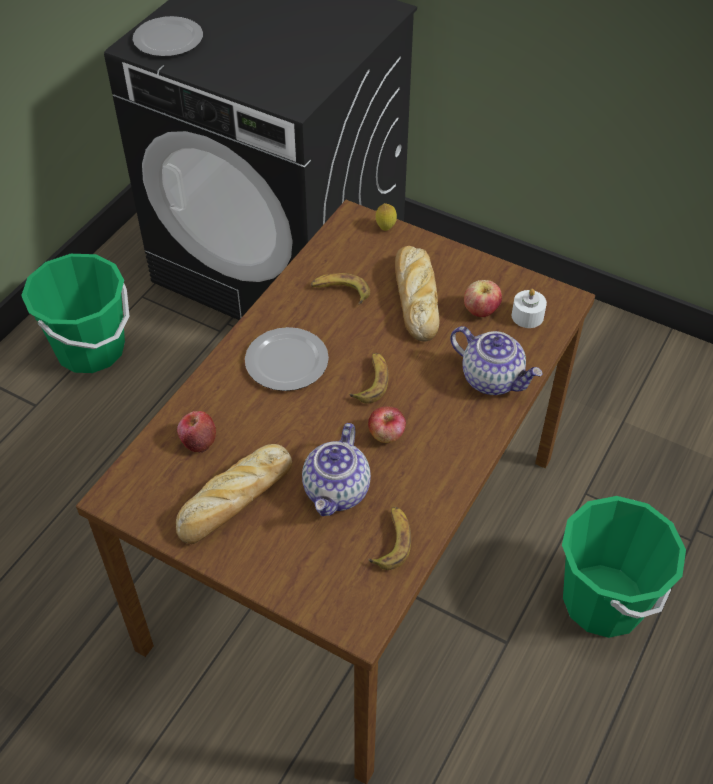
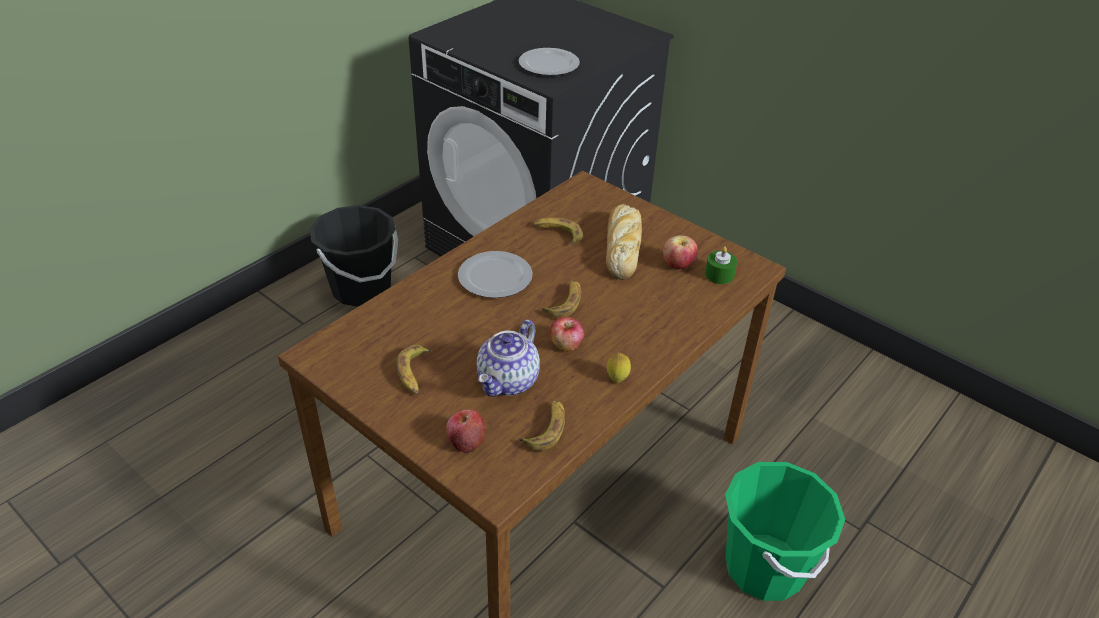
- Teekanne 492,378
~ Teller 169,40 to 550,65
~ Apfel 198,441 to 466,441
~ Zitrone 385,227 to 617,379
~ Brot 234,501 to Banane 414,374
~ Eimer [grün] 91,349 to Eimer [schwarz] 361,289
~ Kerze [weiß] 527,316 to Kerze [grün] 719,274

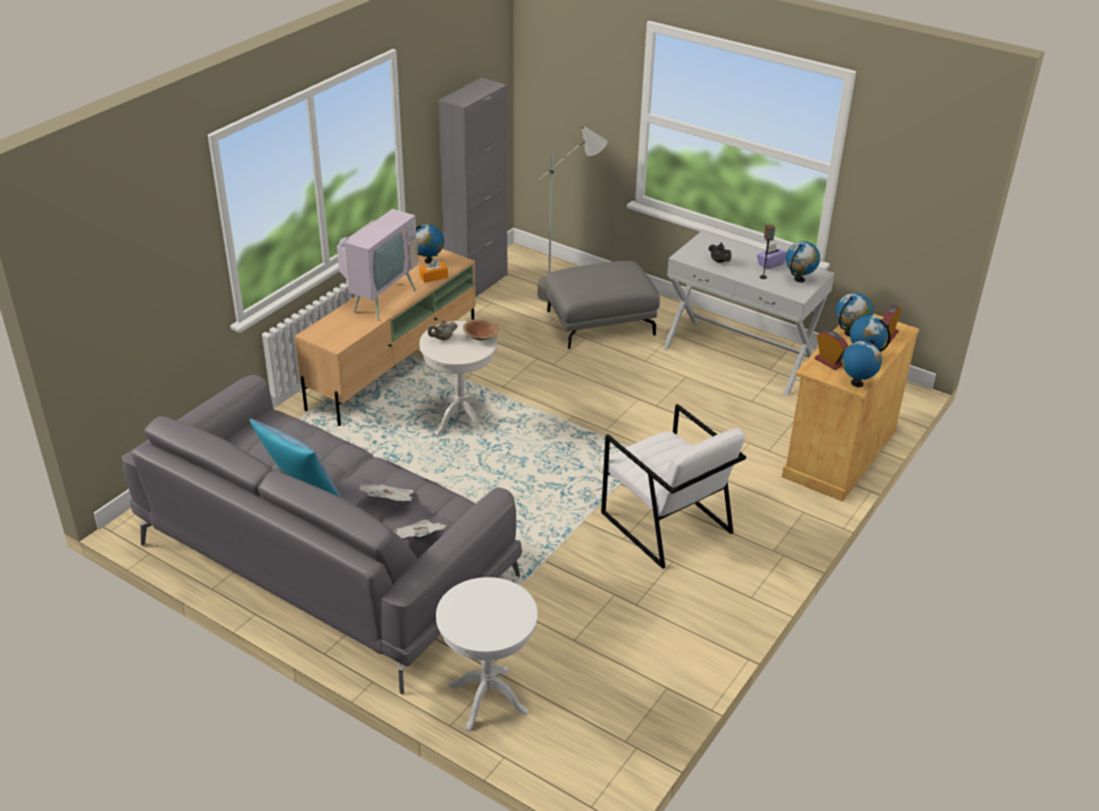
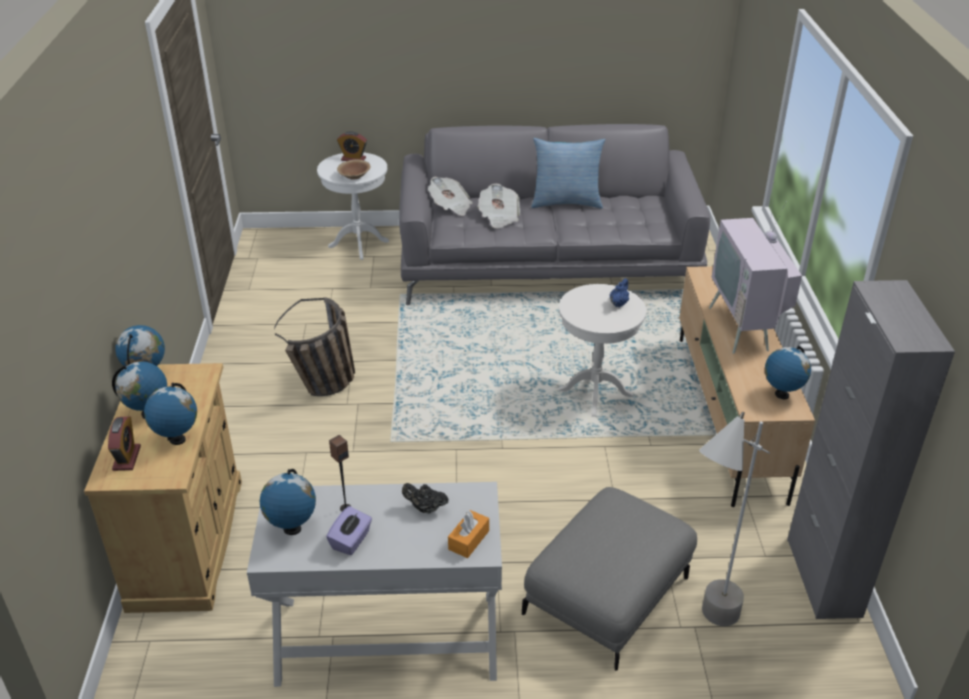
~ Taschentuchbox [orange] 433,277 to 468,540
~ Schüssel [braun] 481,337 to 354,176
~ Wecker 829,362 to 353,159
~ Sessel [weiß] 666,523 to Korb 326,388
~ Teekanne [beige] 443,338 to Teekanne [blau] 618,303

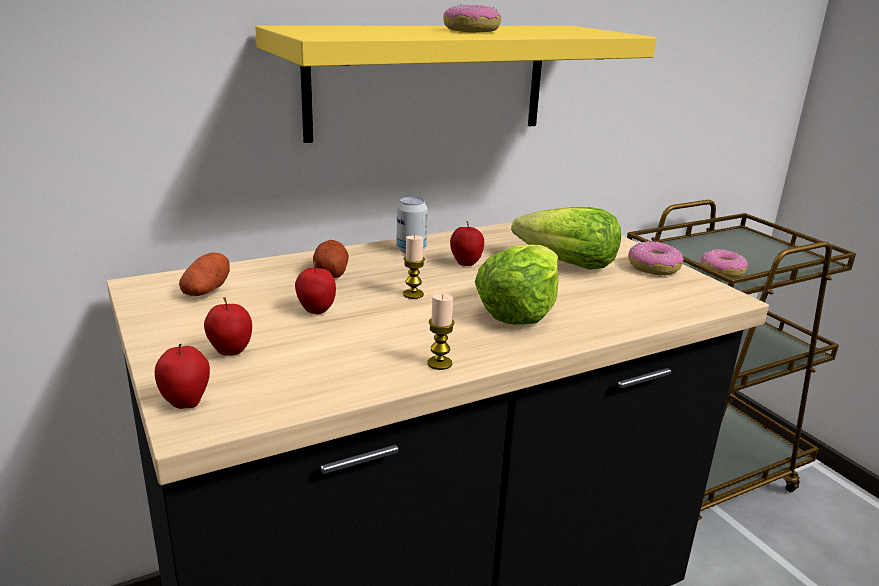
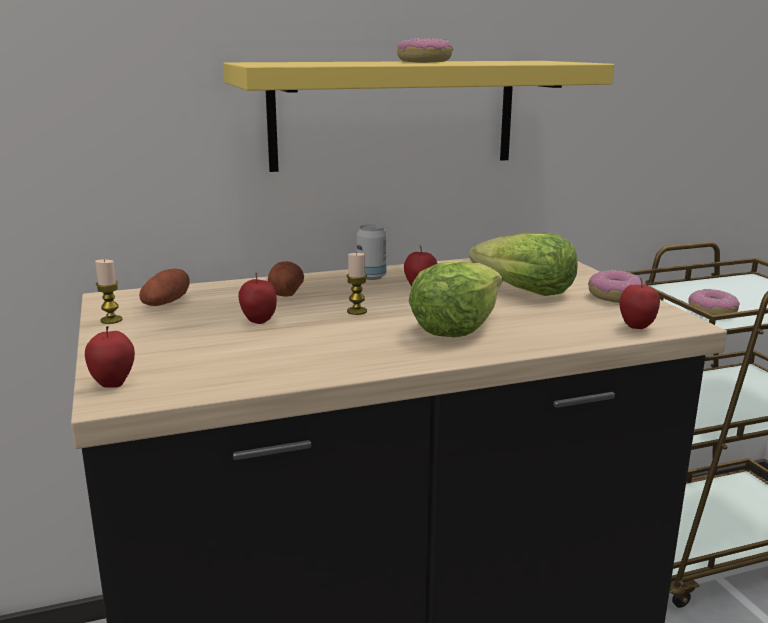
~ Apfel 230,352 to 636,327
~ Kerze 439,363 to 111,320

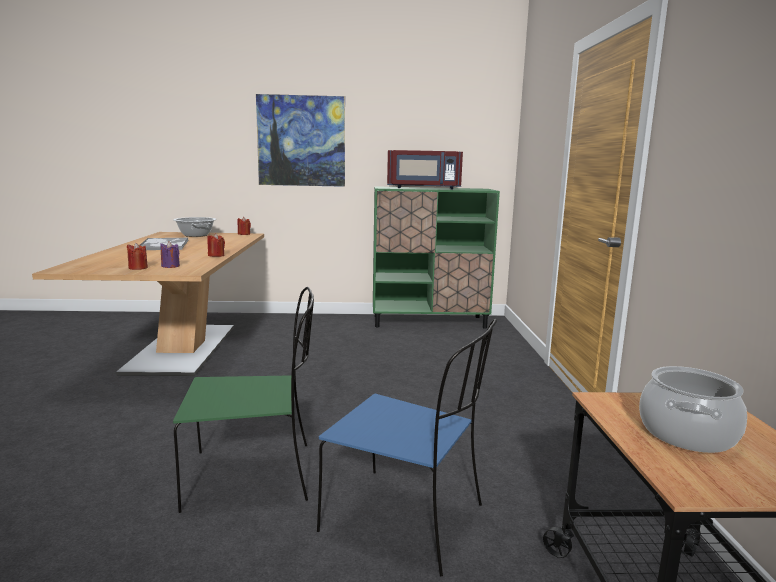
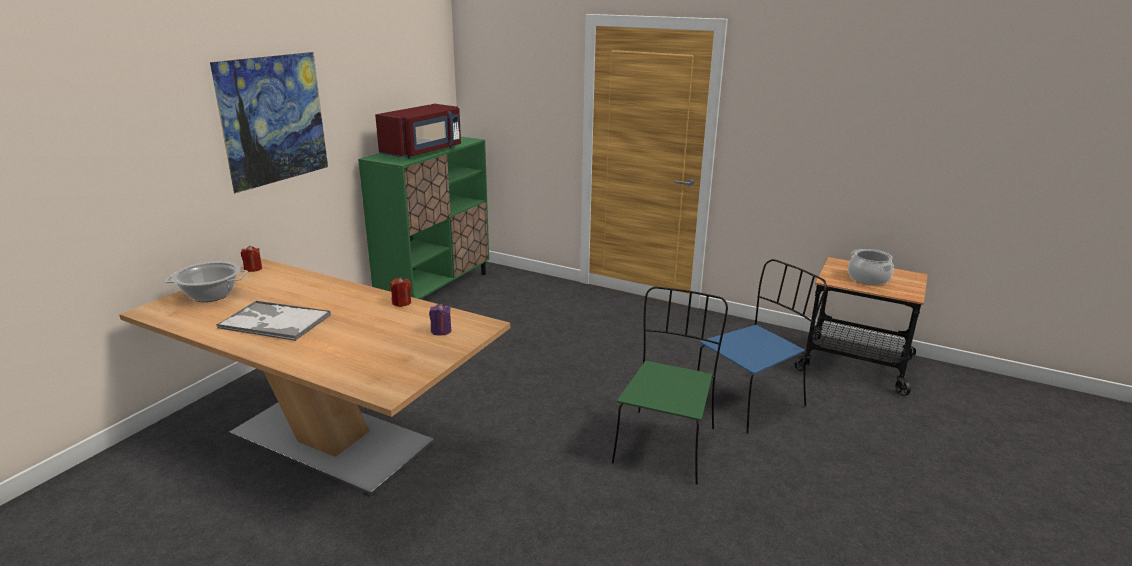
- Kerze [rot] 138,268

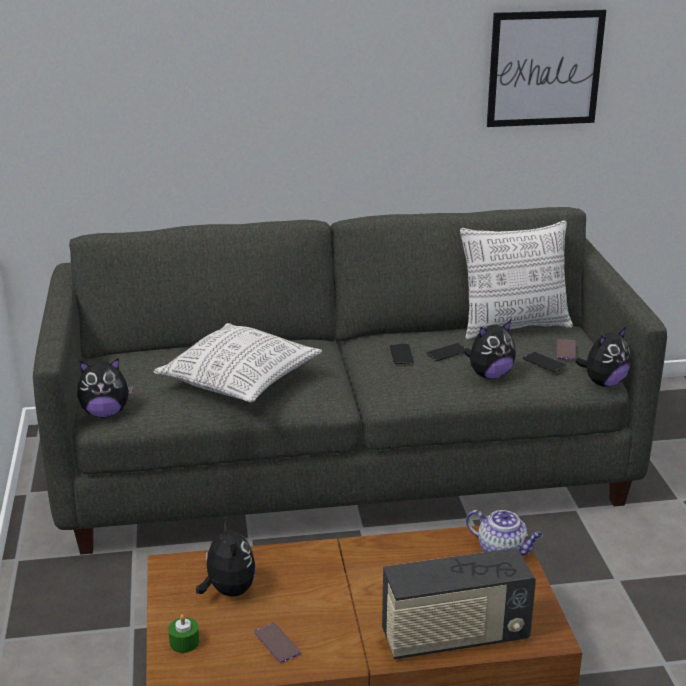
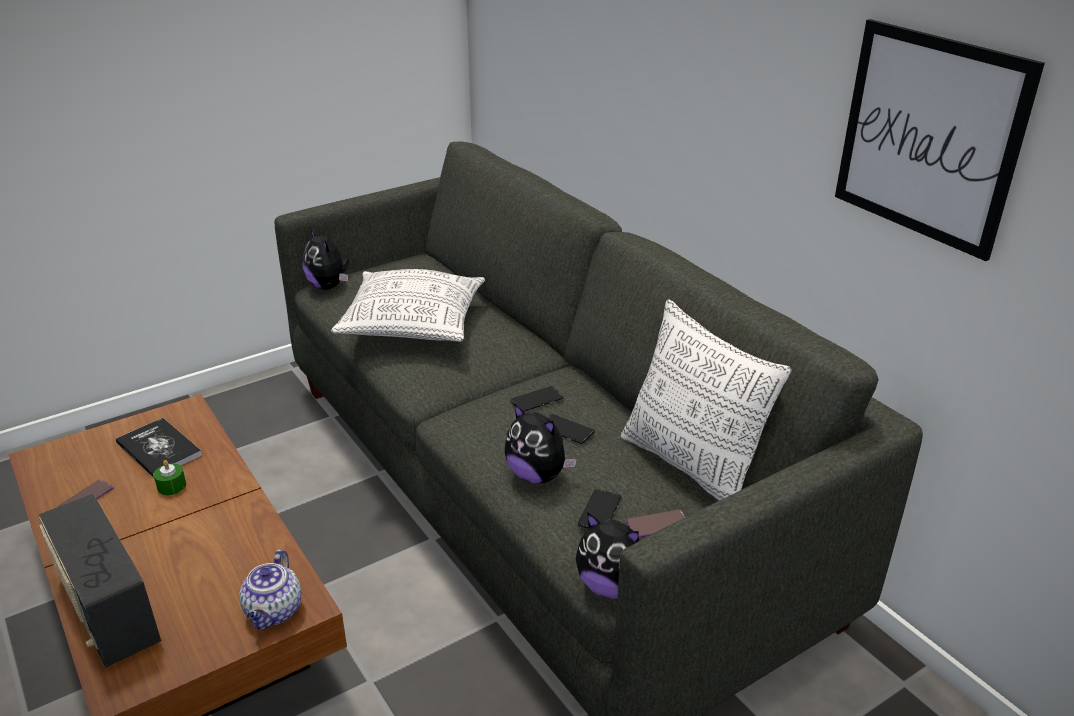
~ Kerze [grün] 184,642 to 171,486
~ Plüschtier 228,590 to Buch 159,449

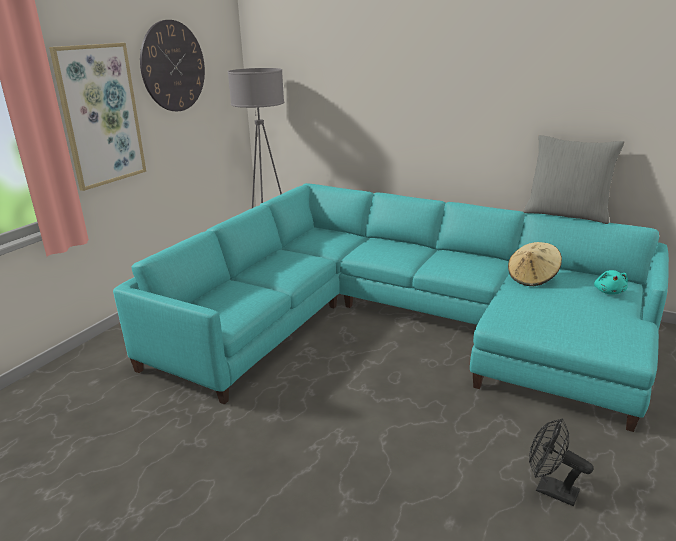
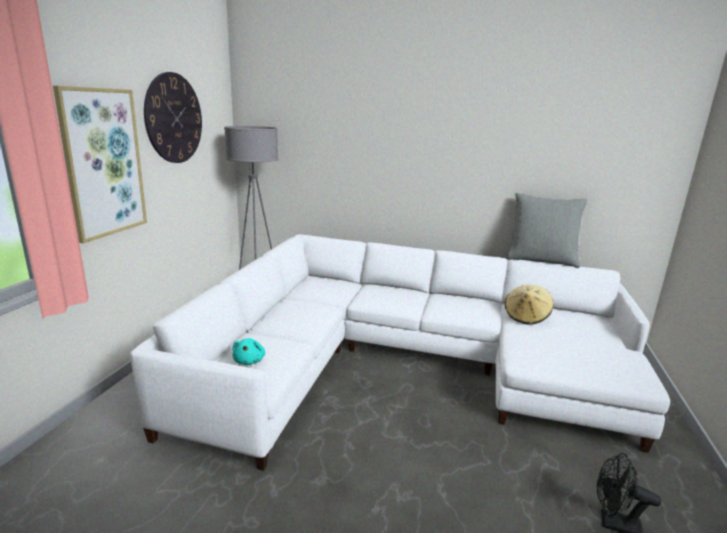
~ Plüschtier [türkis] 609,291 to 249,361
~ Sofa [türkis] 398,322 to Sofa [weiß] 404,363

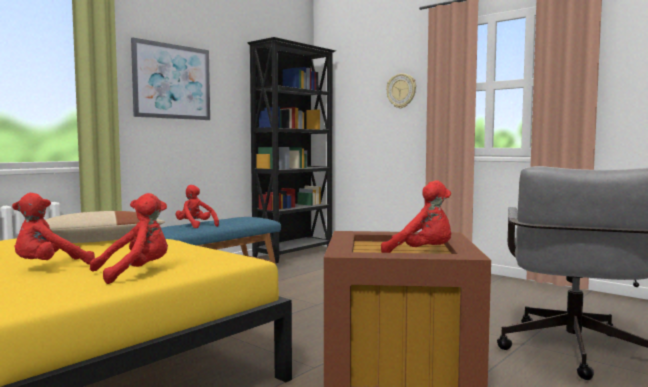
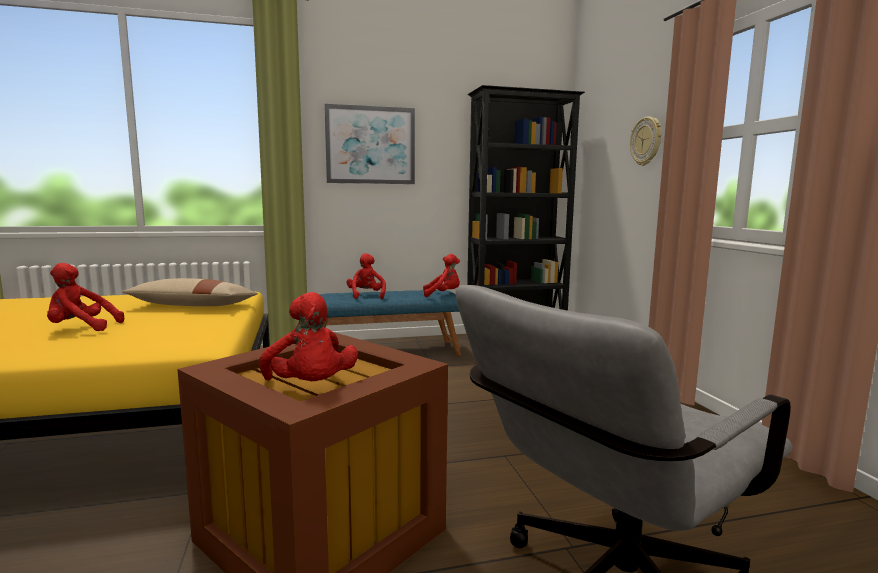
~ Plüschtier [rot] 136,273 to 443,294

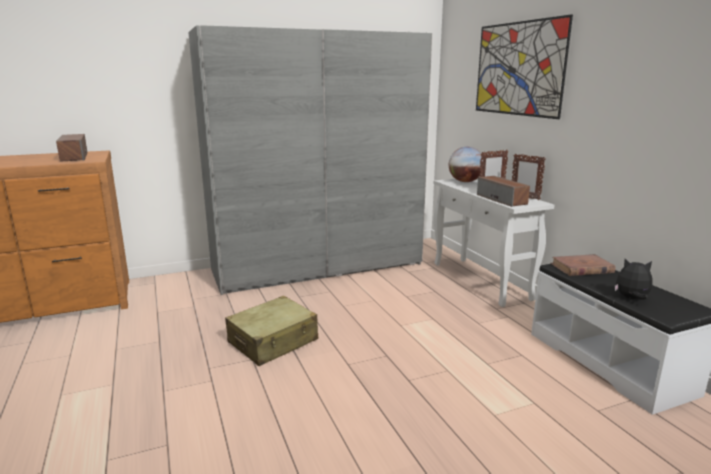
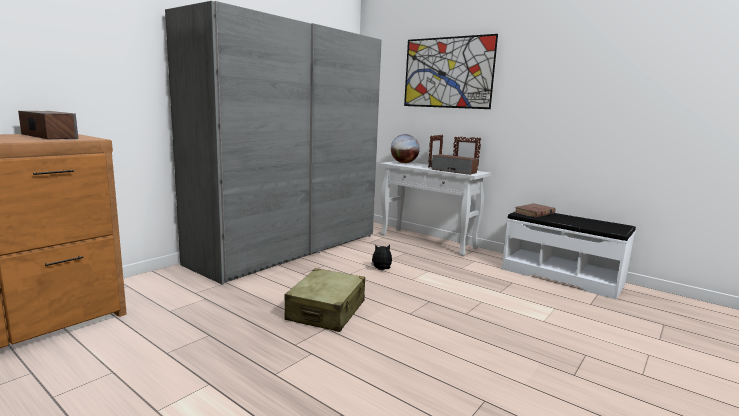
~ Plüschtier 631,299 to 381,269

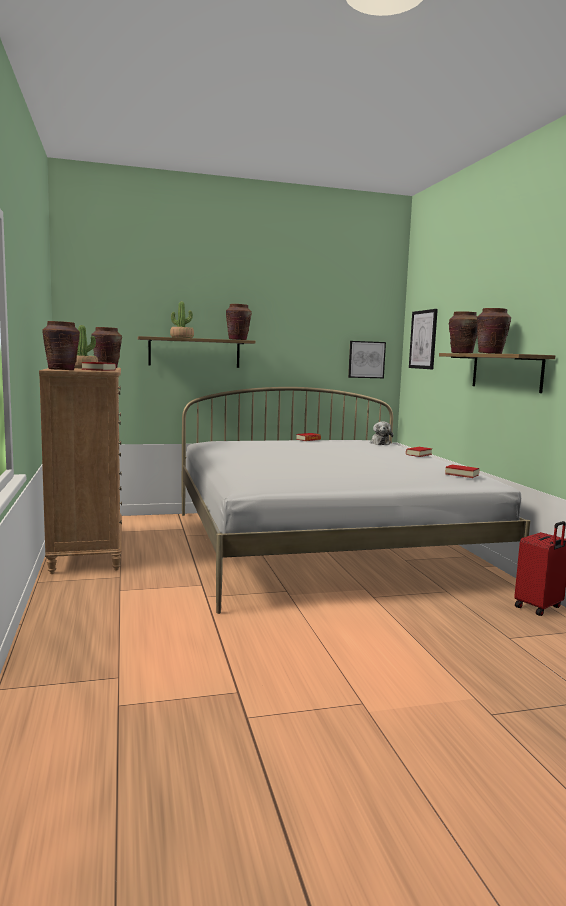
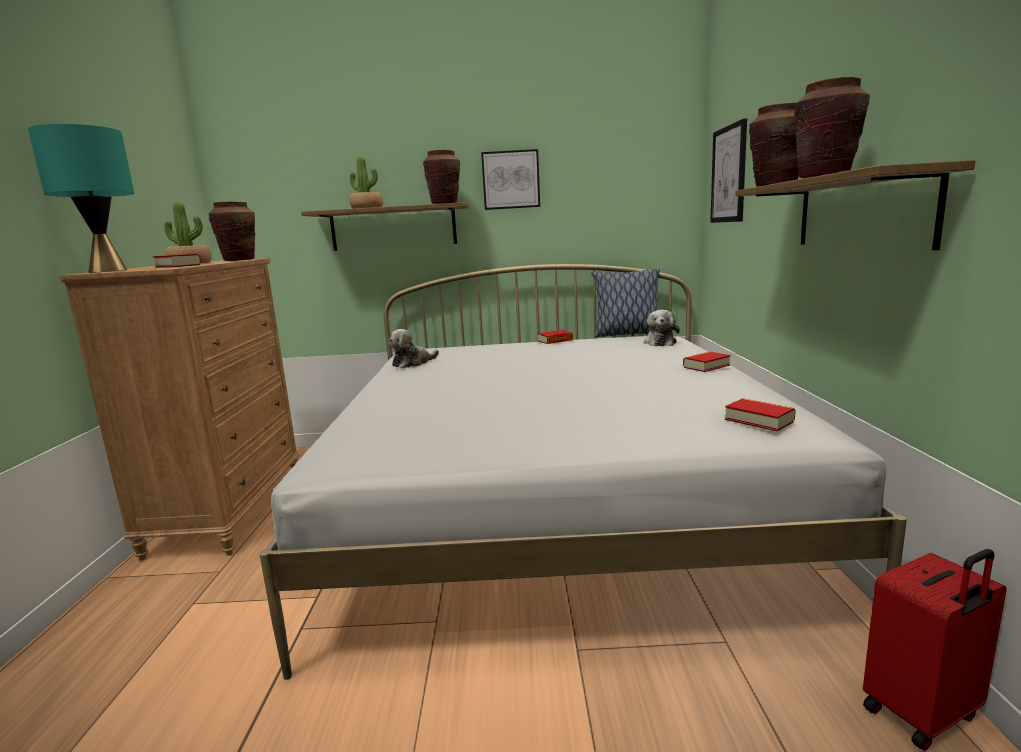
+ Plüschtier 413,363
+ Kissen 626,335
~ Bild 366,359 to 511,180
~ Vase [braun] 62,369 to Tischlampe [türkis] 107,271

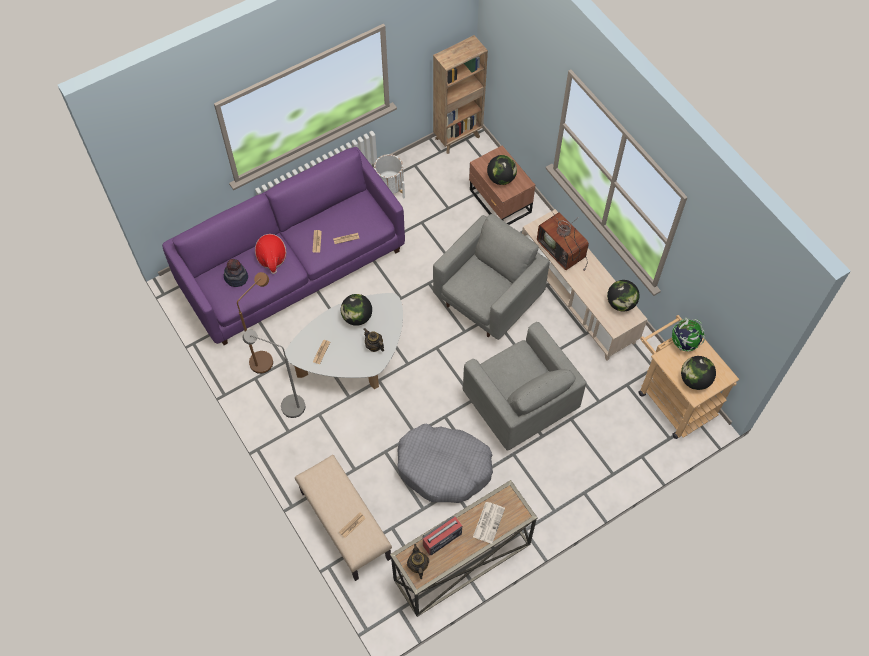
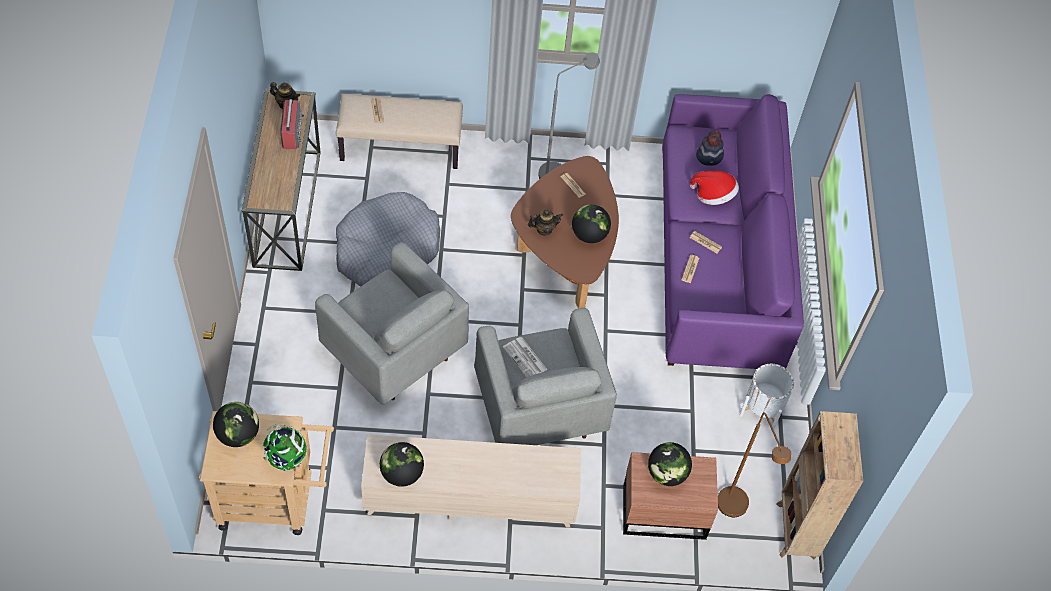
- Fernseher 563,251
~ Stehlampe [braun] 266,358 to 735,511
~ Zeitung 488,522 to 525,359
~ Couchtisch [weiß] 353,358 to Couchtisch [braun] 566,249
~ Sessel [grau] 519,405 = 393,353 135 degrees counterclockwise

